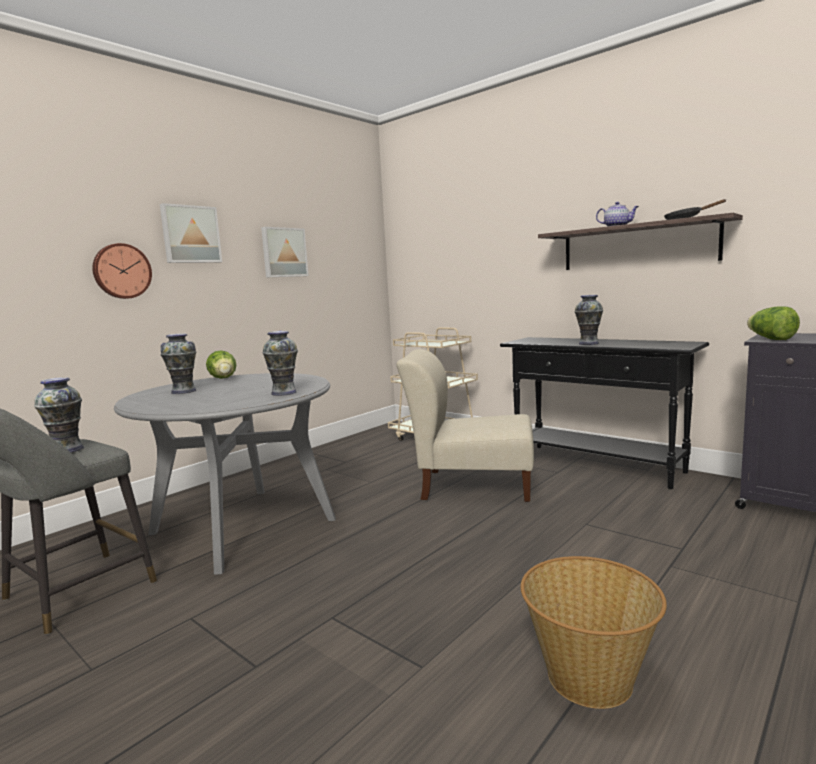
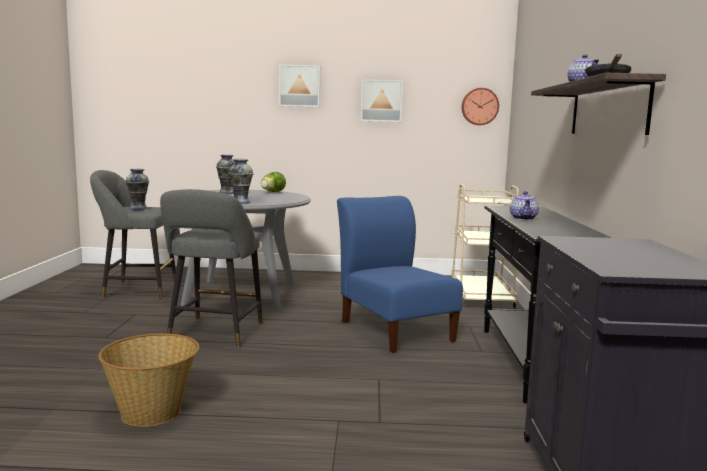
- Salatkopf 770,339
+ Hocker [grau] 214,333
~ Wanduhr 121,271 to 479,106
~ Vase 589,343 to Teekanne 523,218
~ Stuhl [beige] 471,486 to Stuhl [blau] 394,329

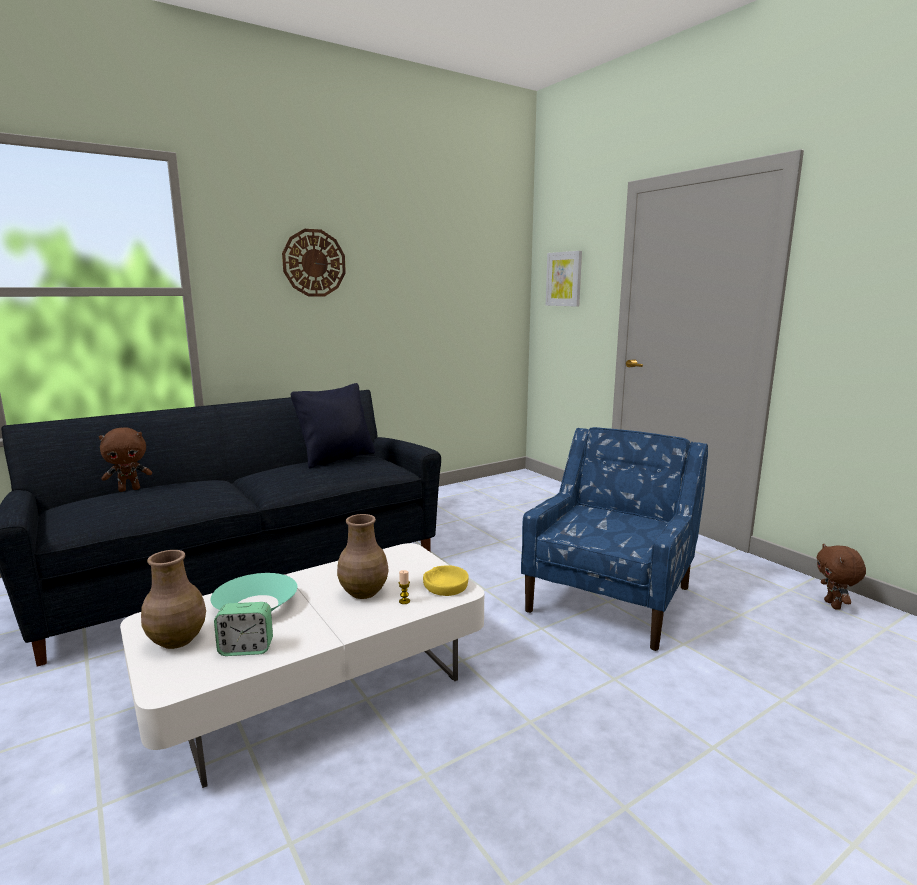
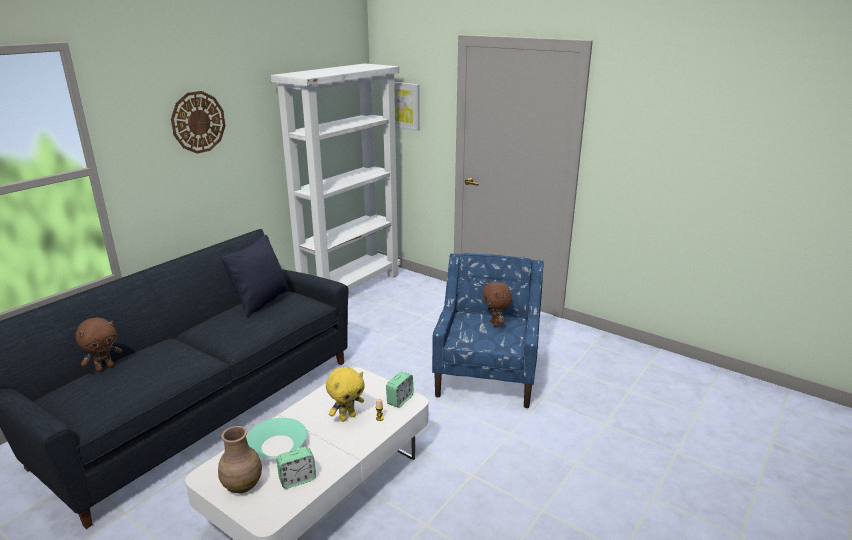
+ Bücherregal [weiß] 350,288
~ Plüschtier [braun] 833,605 to 496,324
~ Vase [braun] 364,592 to Plüschtier [gelb] 347,417
~ Schüssel [gelb] 445,586 to Wecker 400,400

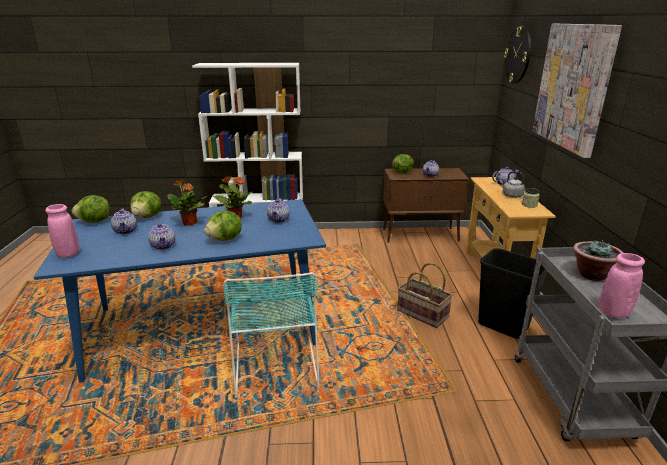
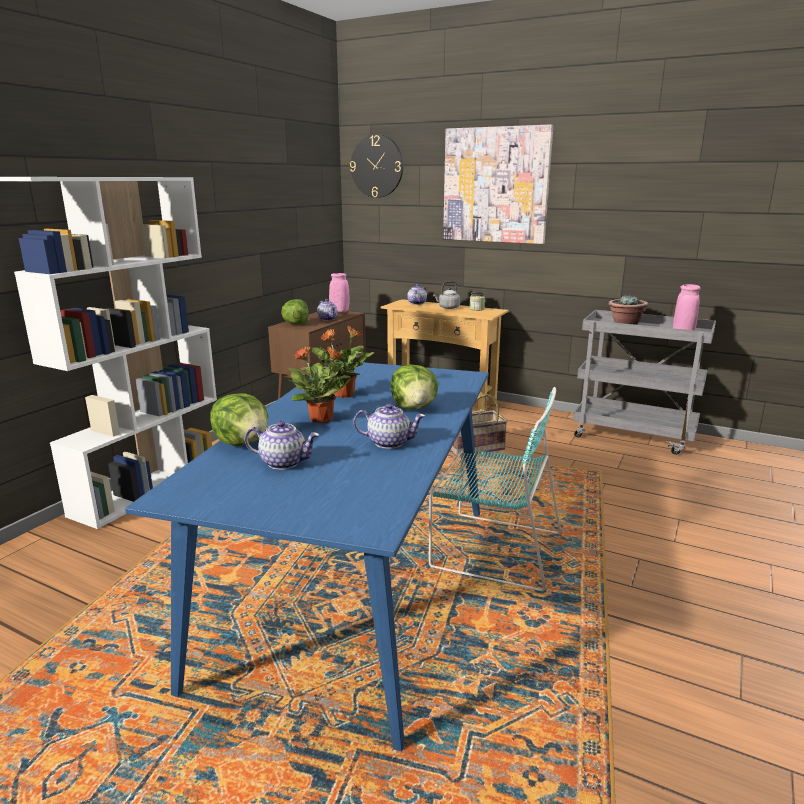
- Salatkopf 95,222
- Teekanne 279,220
- Mülleimer [schwarz] 503,326
~ Vase [rosa] 68,254 to 339,311

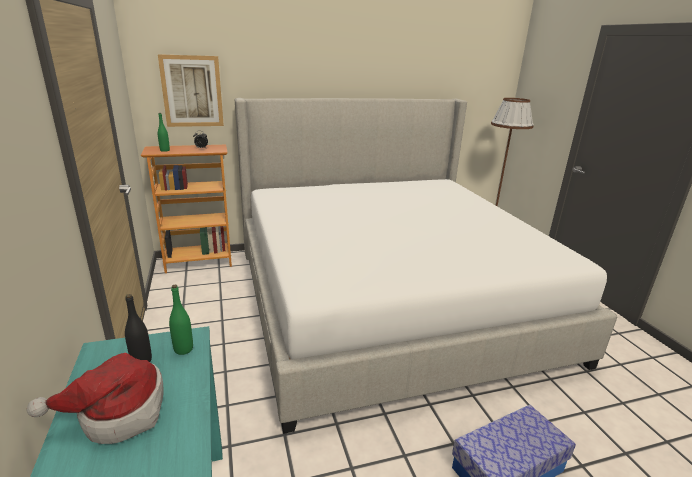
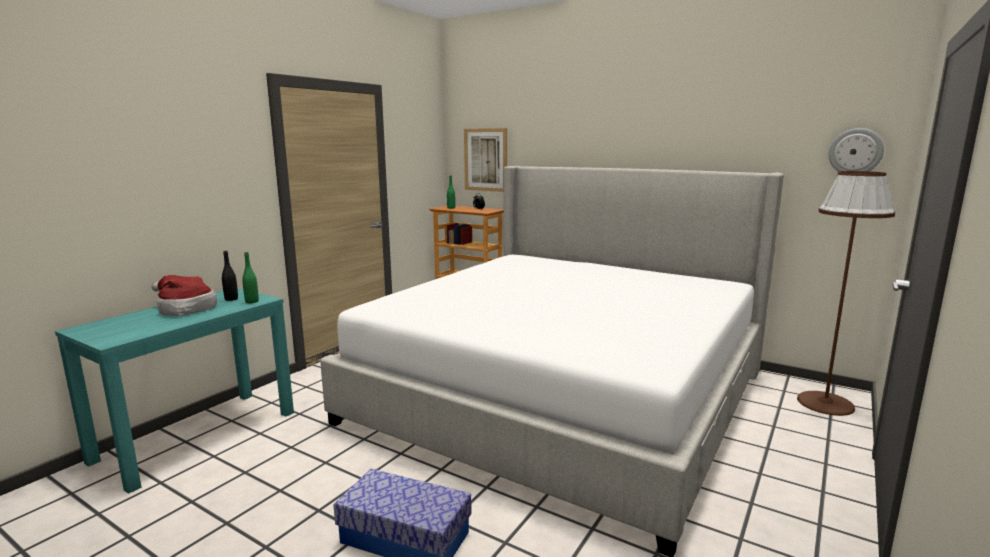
+ Wanduhr 855,152

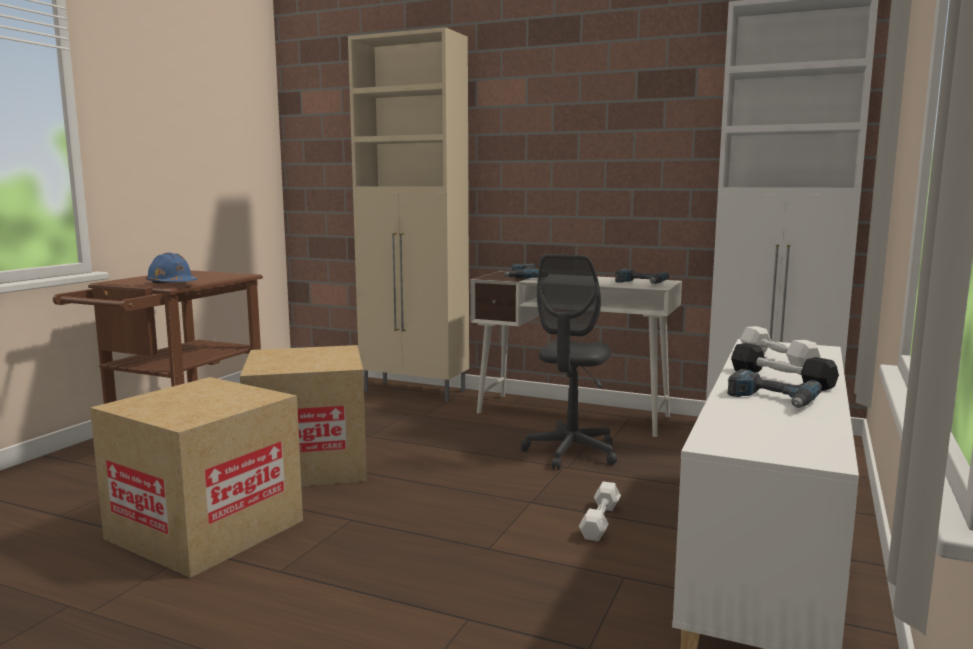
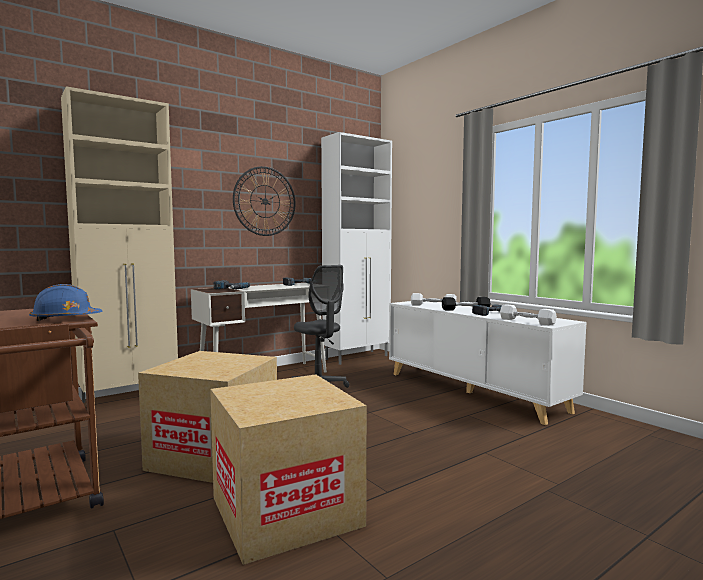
+ Wanduhr 265,201
~ Hantel [weiß] 600,521 to 526,321

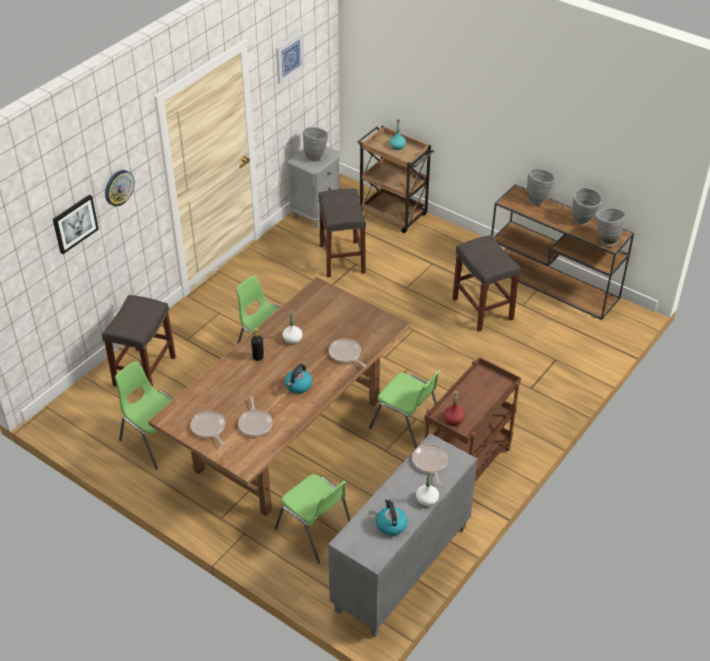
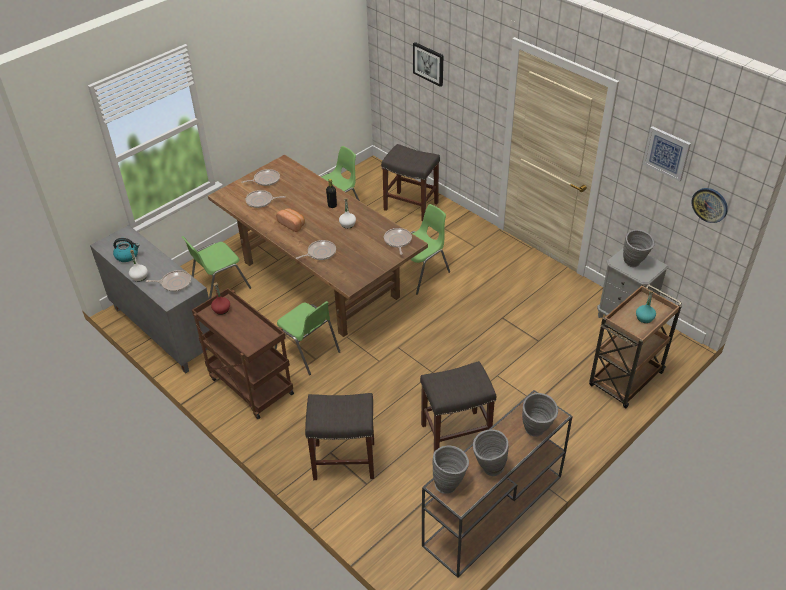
+ Pfanne 397,241
~ Wanduhr 118,187 to 710,205
~ Hocker [grau] 342,259 to 343,461
~ Wasserkessel 298,386 to Brot 292,224
~ Stuhl [grün] 406,426 = 308,351 90 degrees counterclockwise

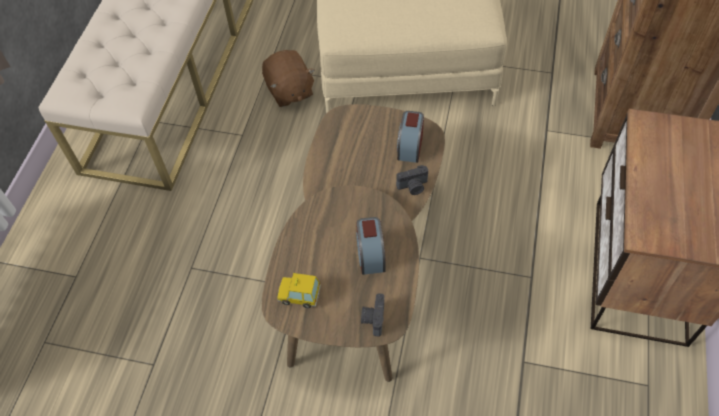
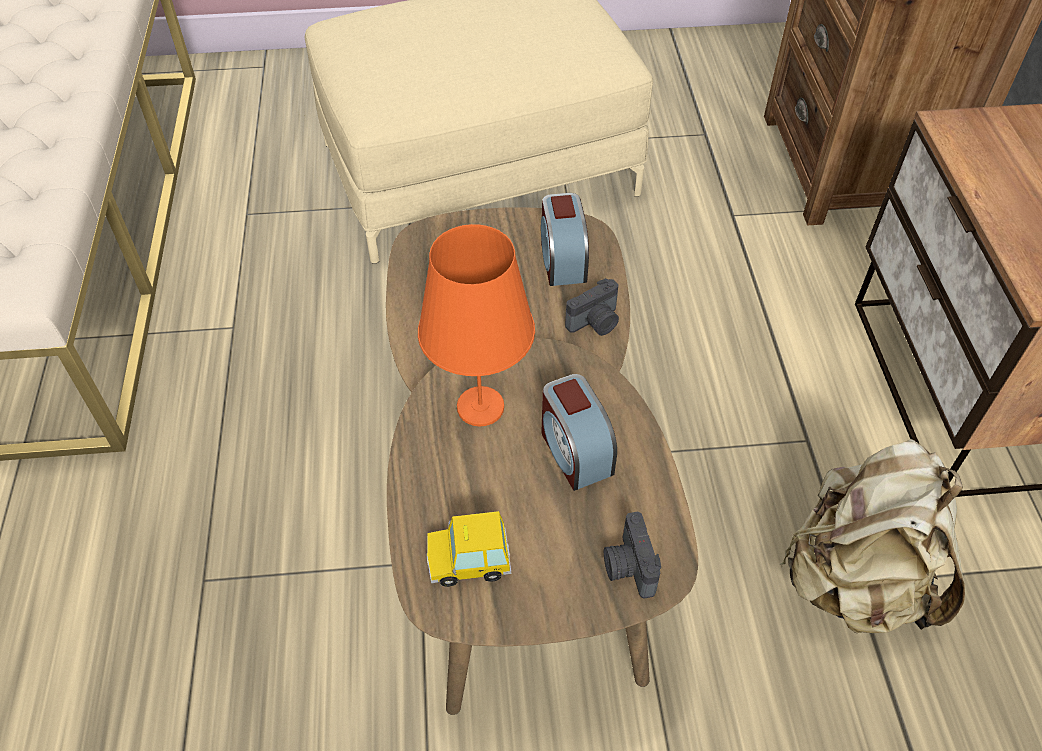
- Plüschtier [braun] 289,91
+ Tischlampe [orange] 479,406
+ Rucksack [beige] 855,581

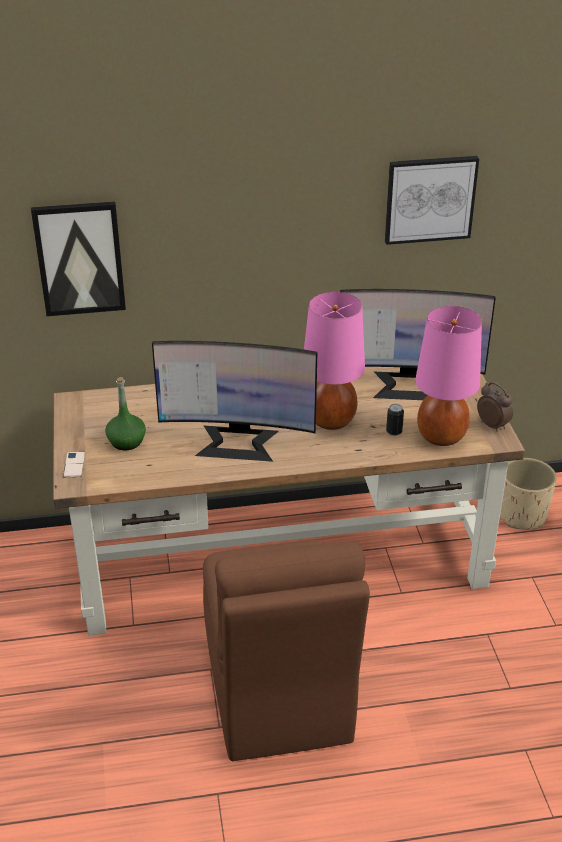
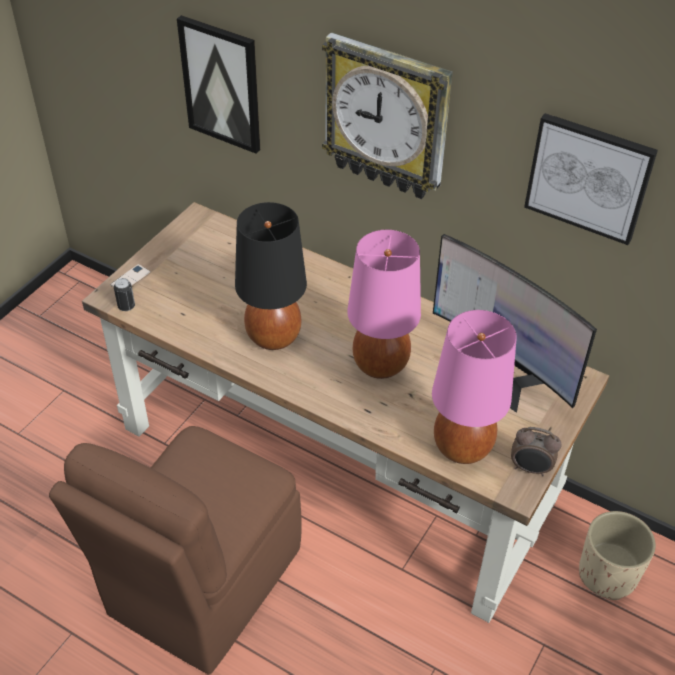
- Flasche [grün] 126,441
+ Wanduhr 387,117
~ Dose 394,432 to 126,306
~ Monitor 237,443 to Tischlampe [schwarz] 274,337
~ Wecker 493,425 = 530,469 105 degrees clockwise

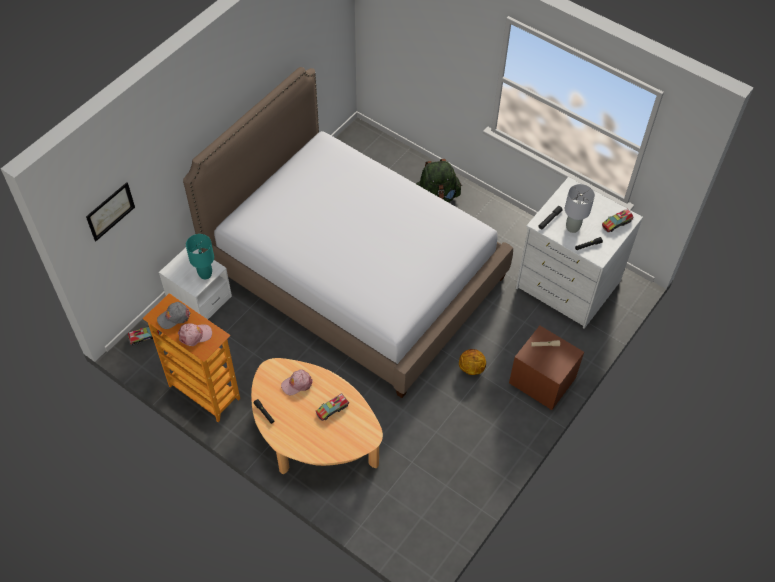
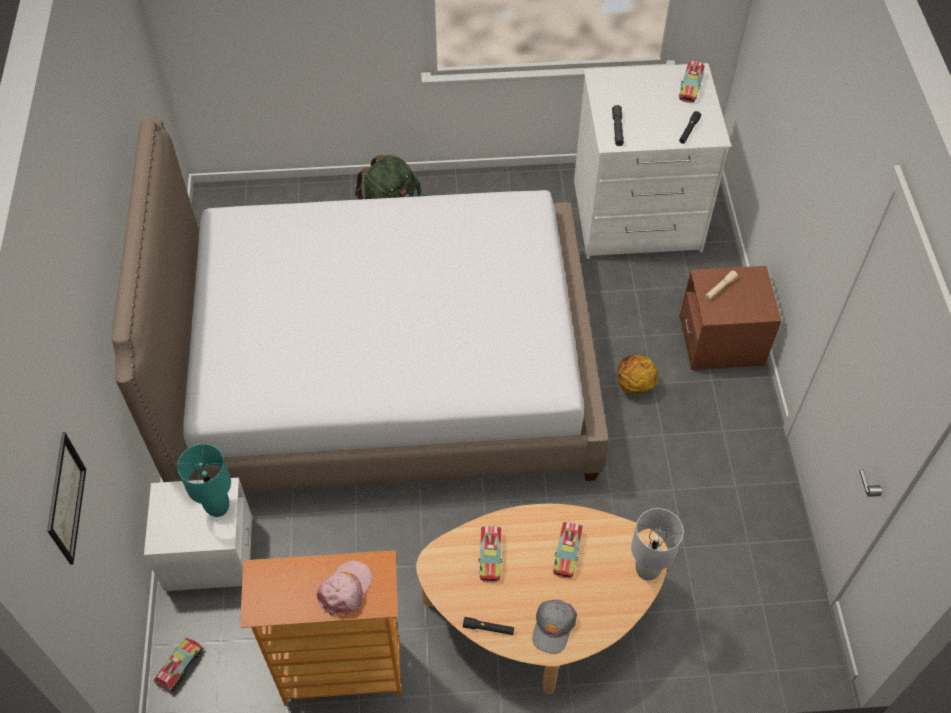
~ Kappe [grau] 174,317 to 553,627
~ Tischlampe [grau] 573,228 to 648,570
~ Kappe [rosa] 297,384 to Spielzeuglaster 490,556

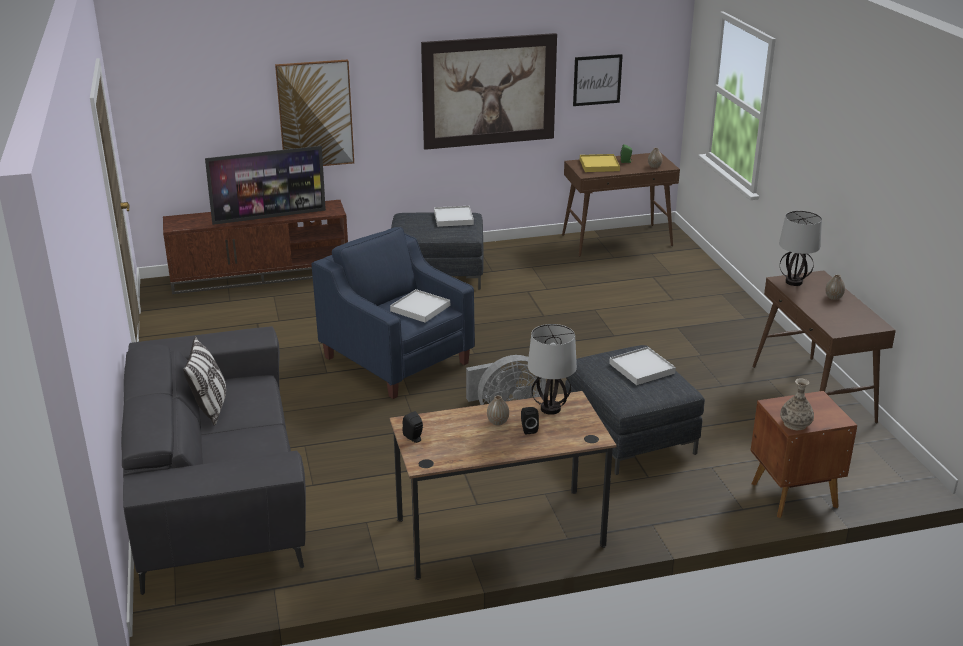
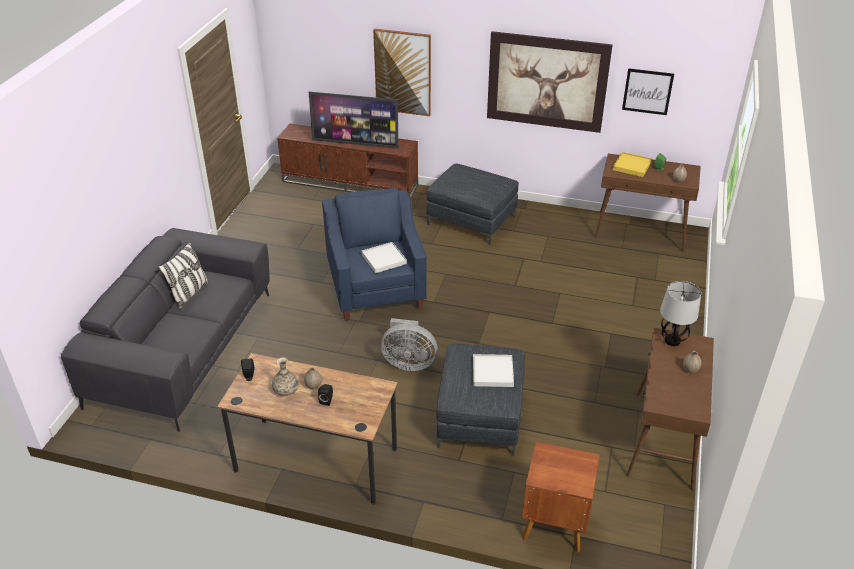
- Tablett [weiß] 453,218
- Tischlampe 550,408
~ Vase 795,424 to 286,390

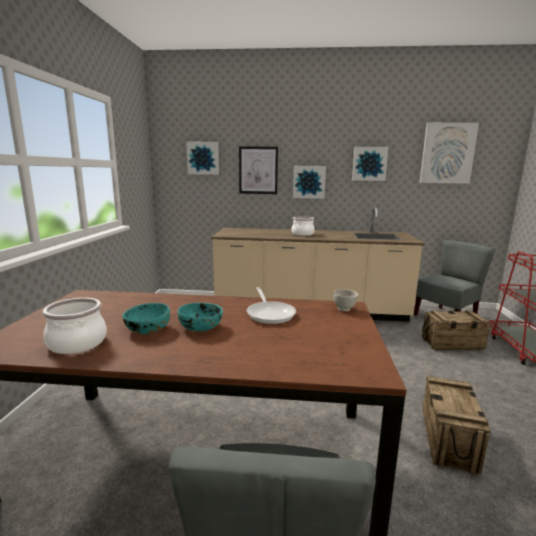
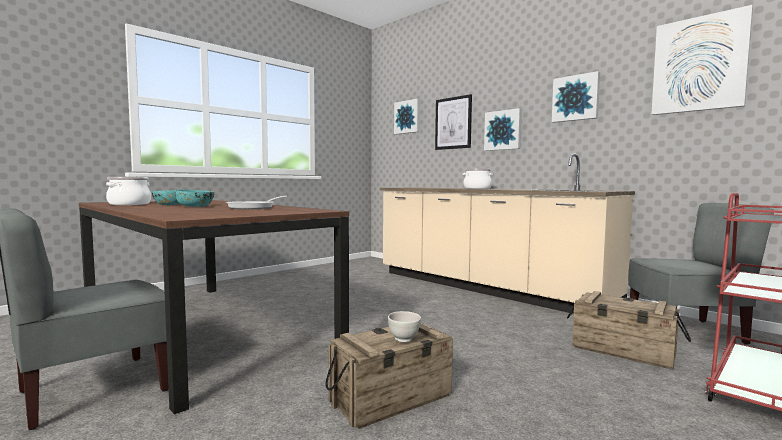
~ Schüssel [weiß] 344,309 to 404,339

